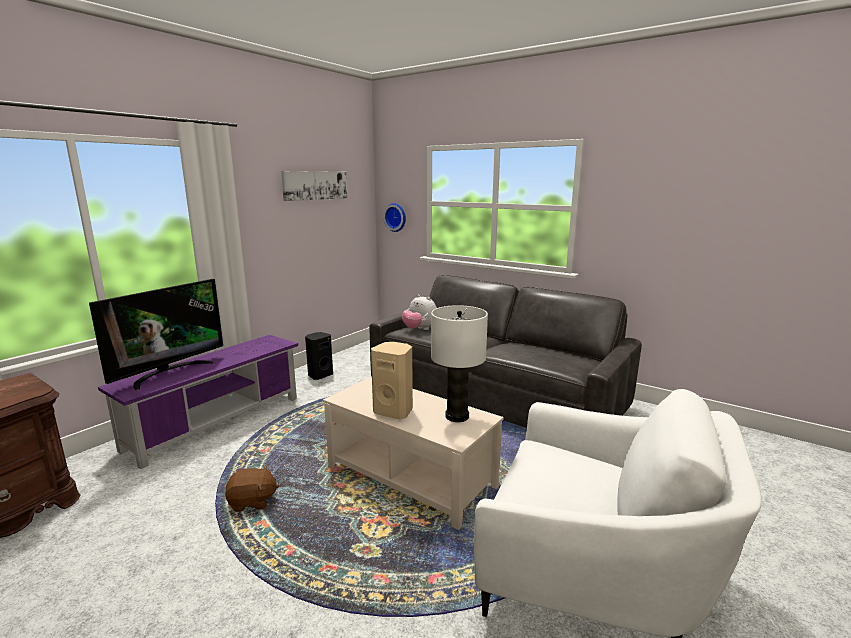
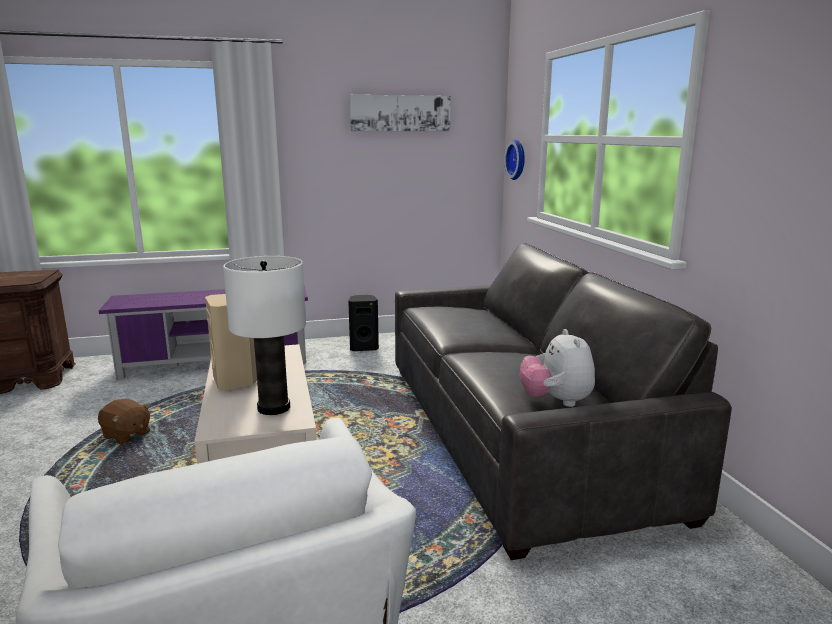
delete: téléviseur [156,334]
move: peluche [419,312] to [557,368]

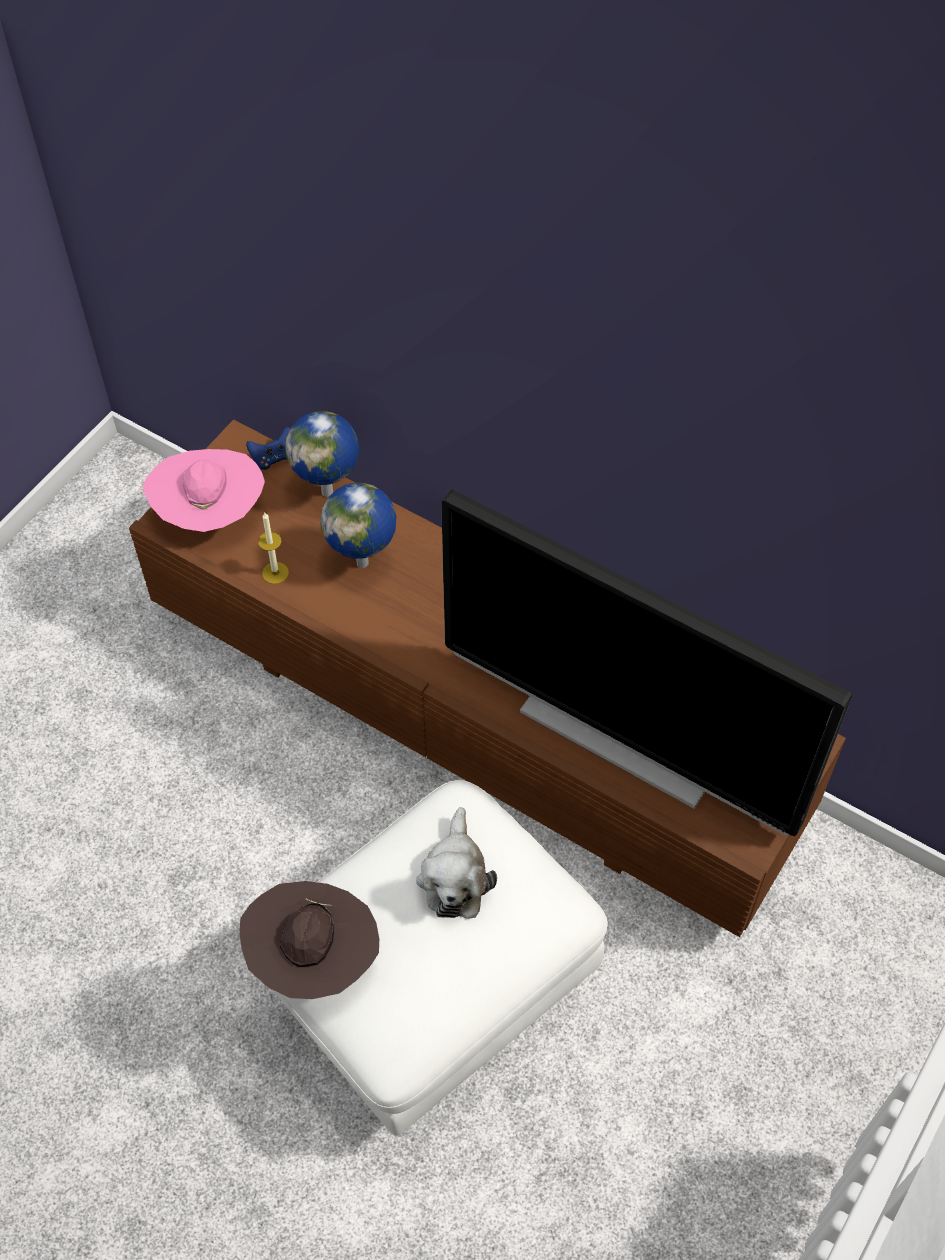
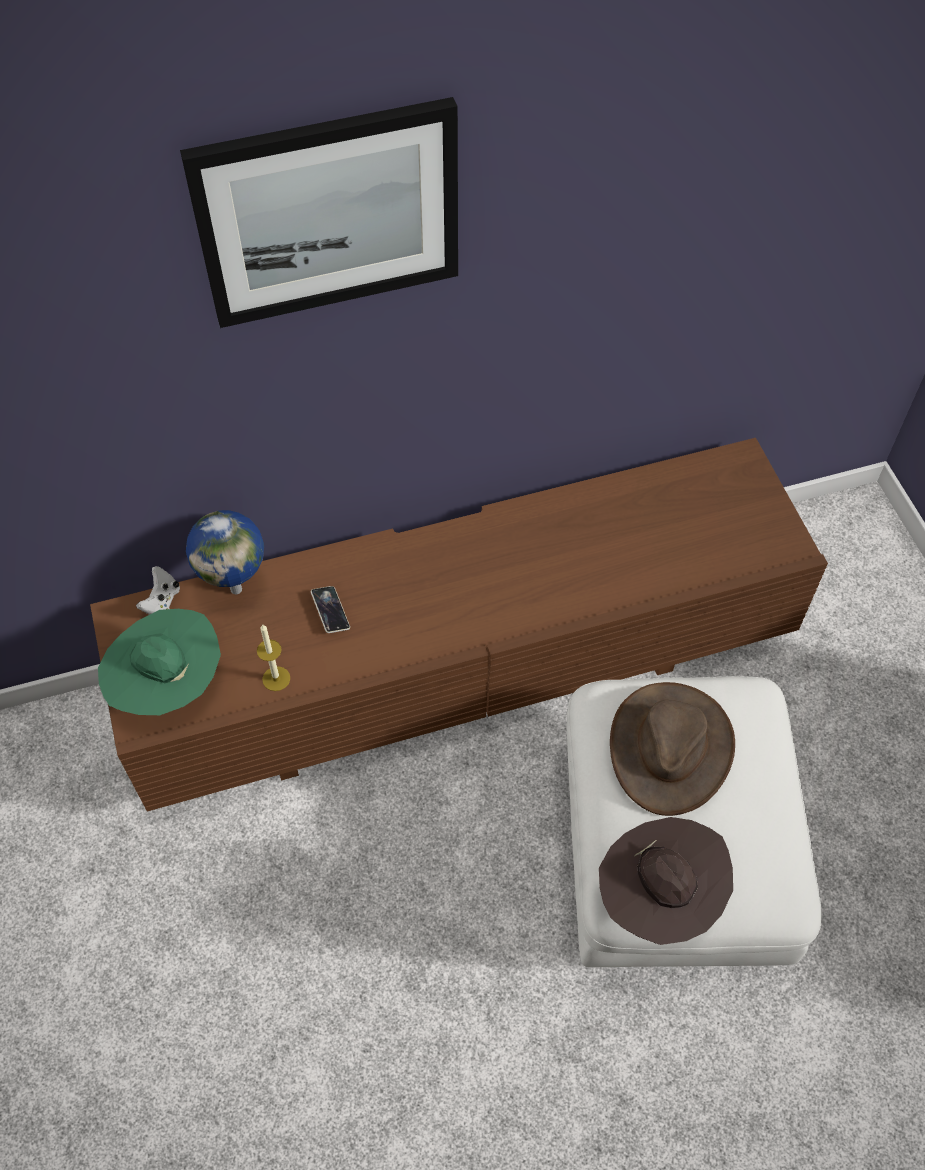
delete: téléviseur [646,662]
insert: tableau [319,212]
replace: globe [358,525] to téléphone [330,609]; peluche [456,863] to chapeau (marron) [672,749]
recolor: chapeau (rose) [204,490] to chapeau (vert) [159,662]; manette (bleu) [268,448] to manette (blanc) [158,590]

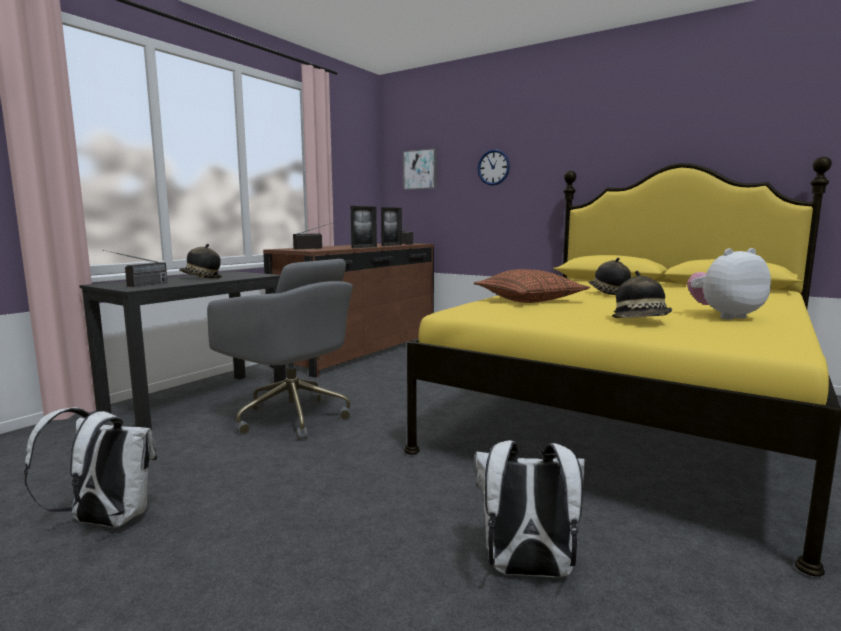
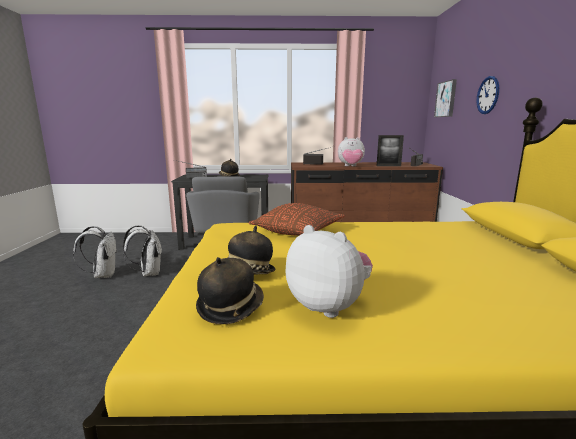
move: sac à dos (blanc) [530,508] to [142,250]; chapeau [610,276] to [230,290]
replace: cadre photo [364,227] to peluche [351,151]

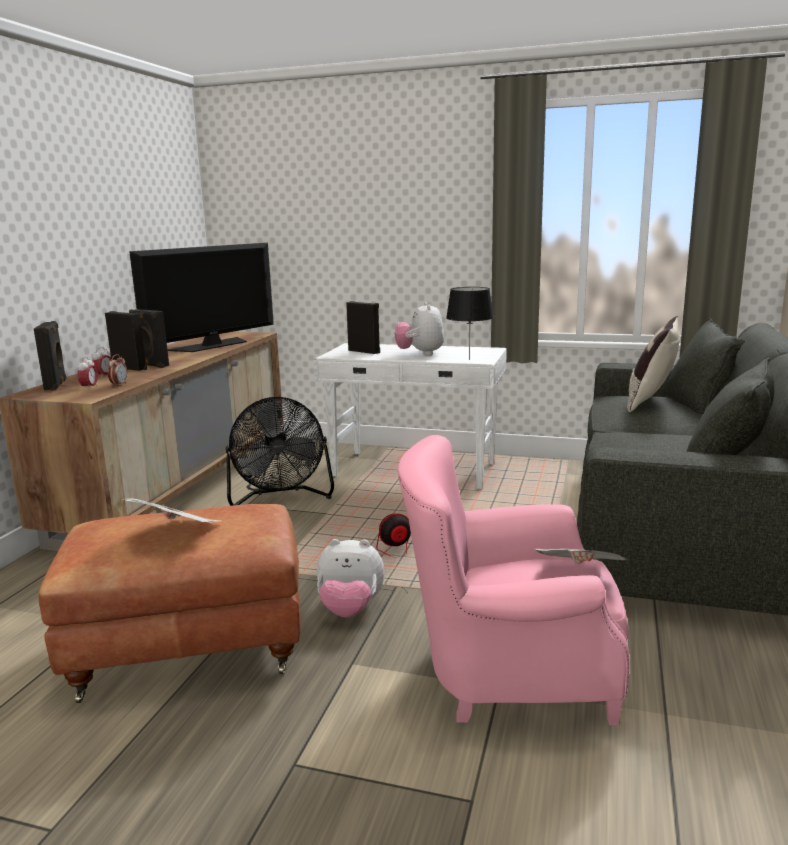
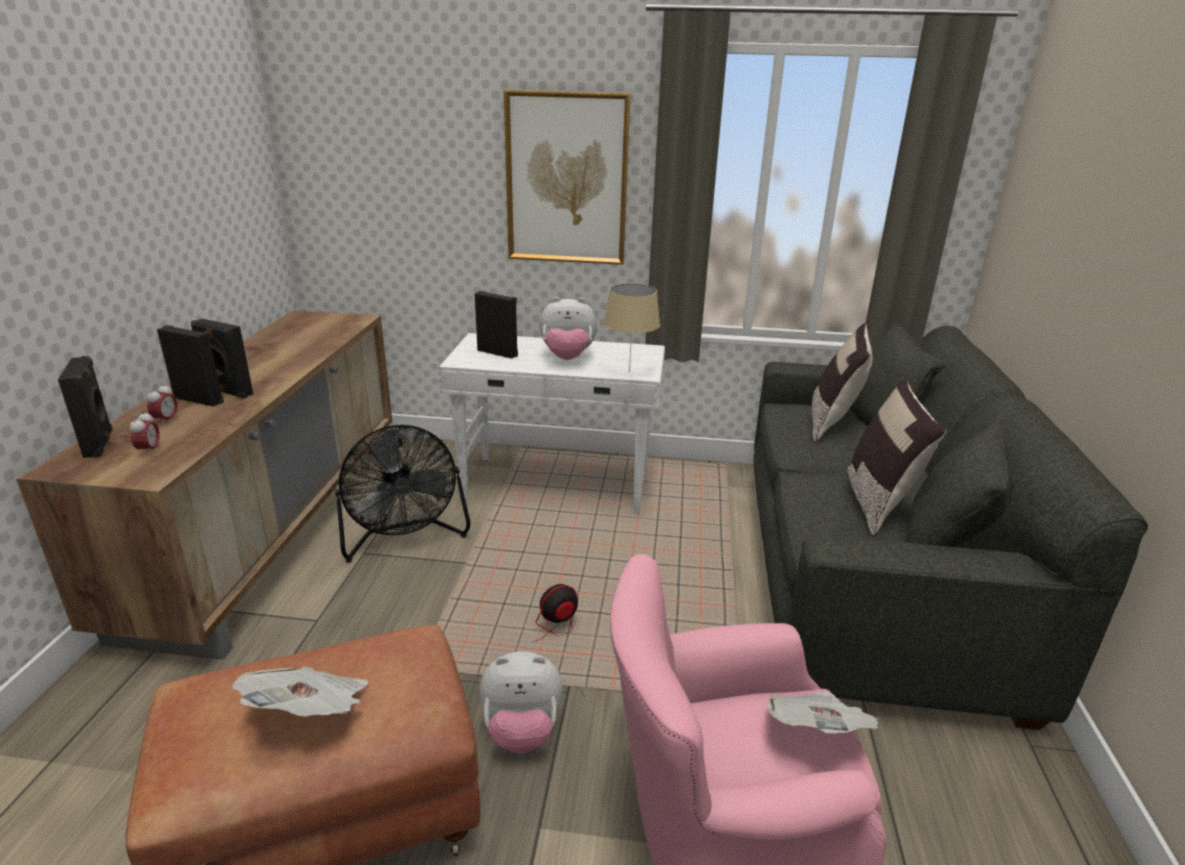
delete: réveil [118,370]; téléviseur [201,297]
insert: tableau [567,177]; coussin [896,456]
recolor: lampe de table (noir) [470,323] to lampe de table (beige) [631,327]
rotate: peluche [420,328] = [568,328] 75 degrees counterclockwise

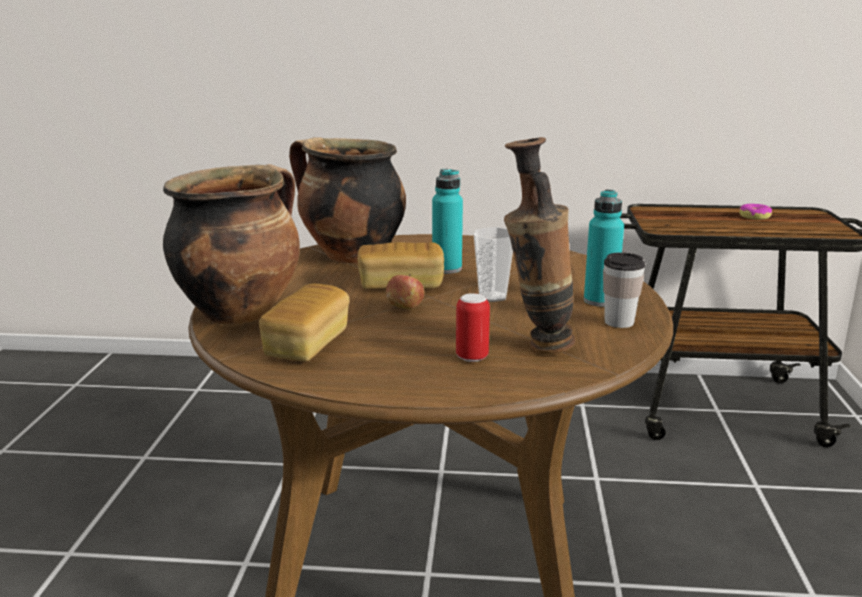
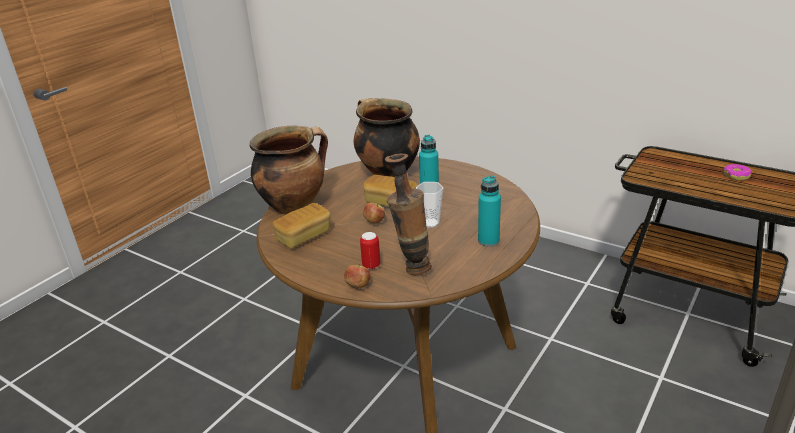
delete: tasse [624,290]
insert: pomme [357,276]

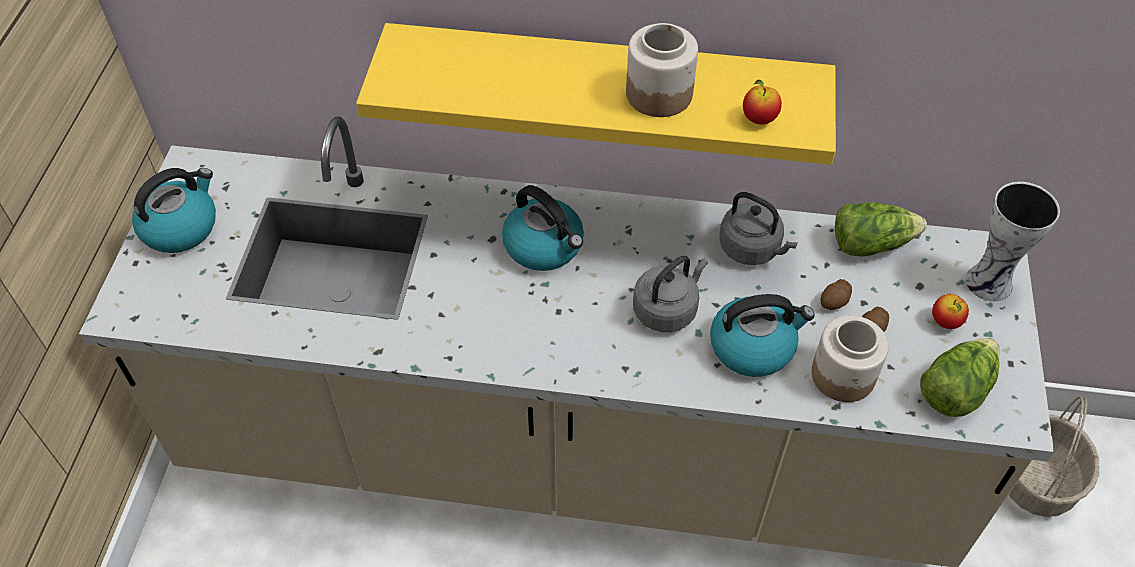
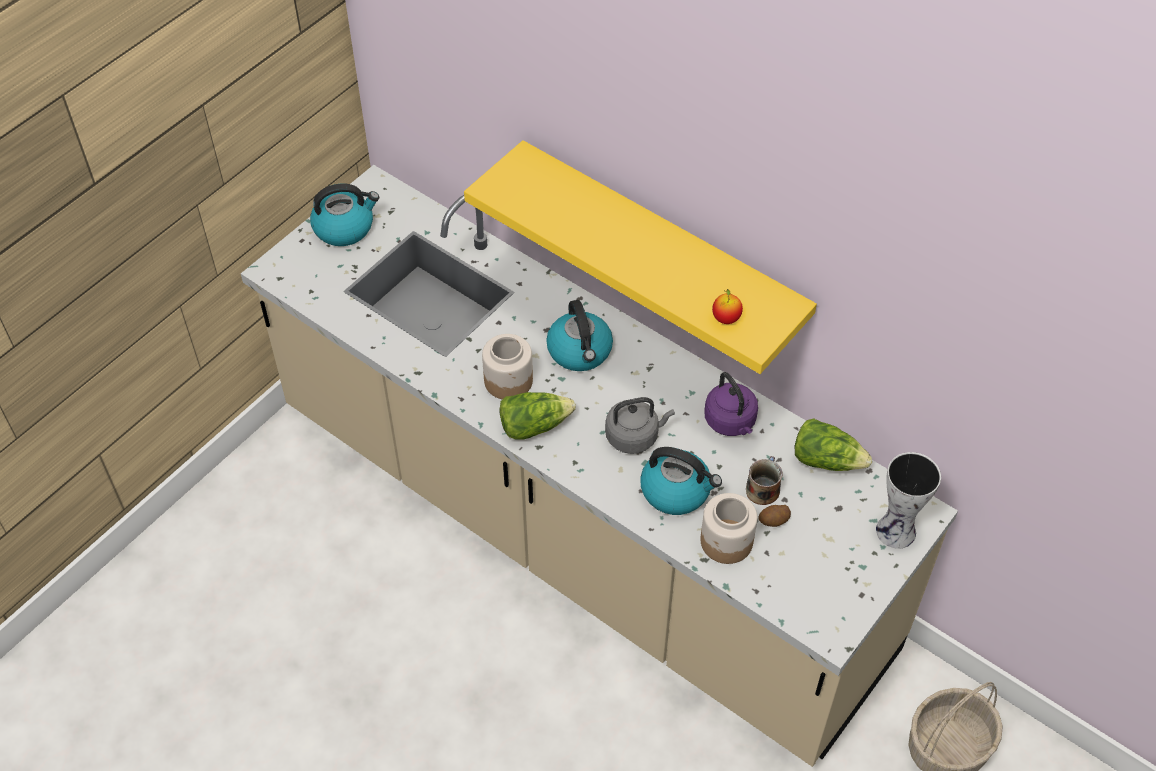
delete: pomme [950,311]
move: bocal [662,70] to [507,366]; laitue [960,377] to [537,416]
replace: pomme de terre [836,294] to mug [764,480]
recolor: bouilloire (gris) [758,228] to bouilloire (violet) [731,404]

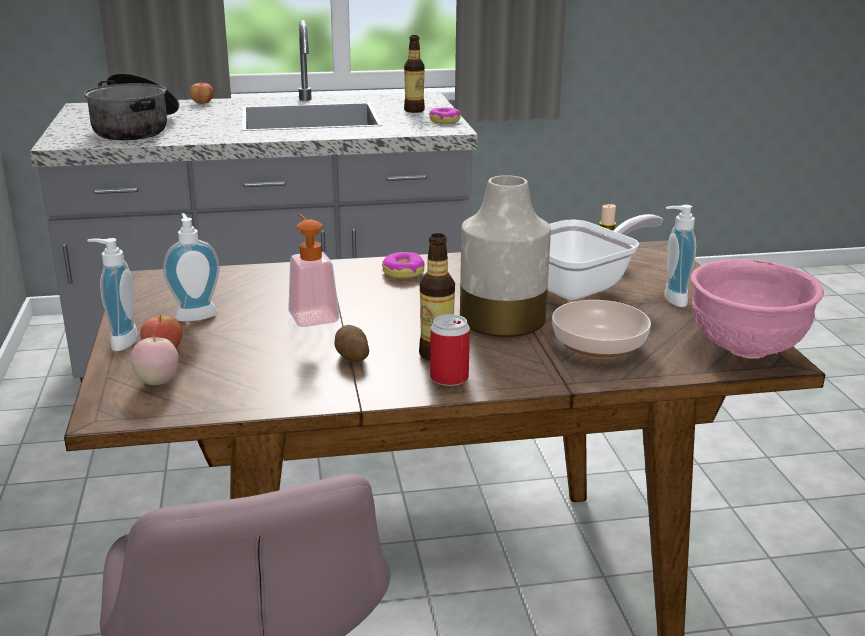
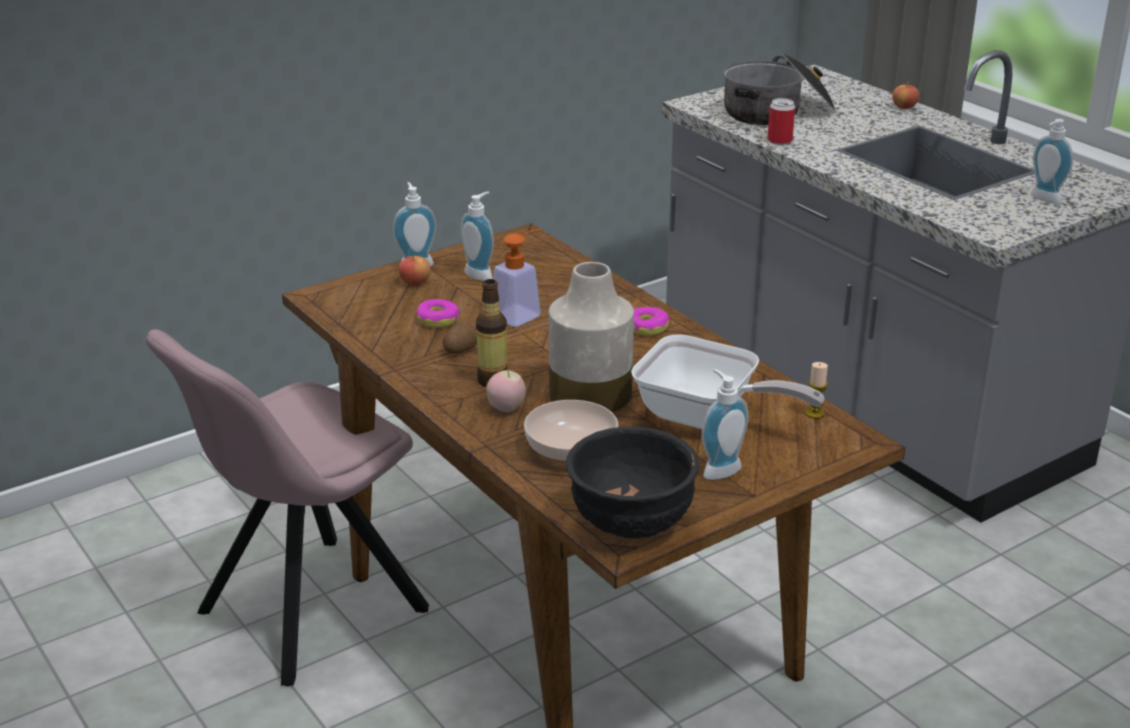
move: pomme [154,359] to [506,391]; beignet [445,116] to [438,313]; boîte métallique [450,350] to [781,121]
replace: bouteille [414,74] to distributeur de savon [1052,161]
recolor: bol (rose) [757,309] to bol (noir) [632,482]

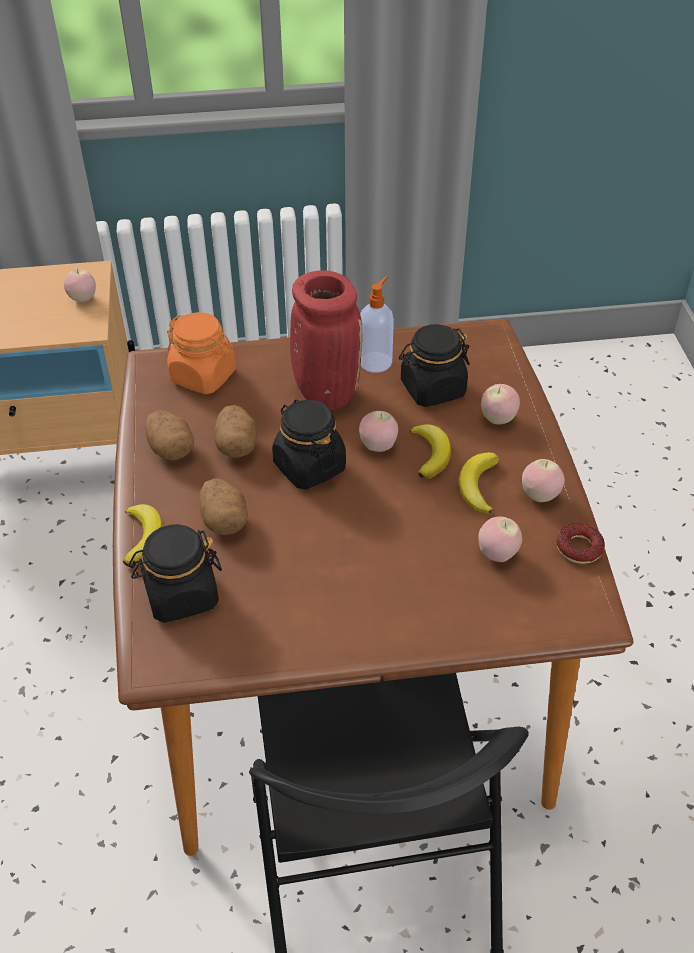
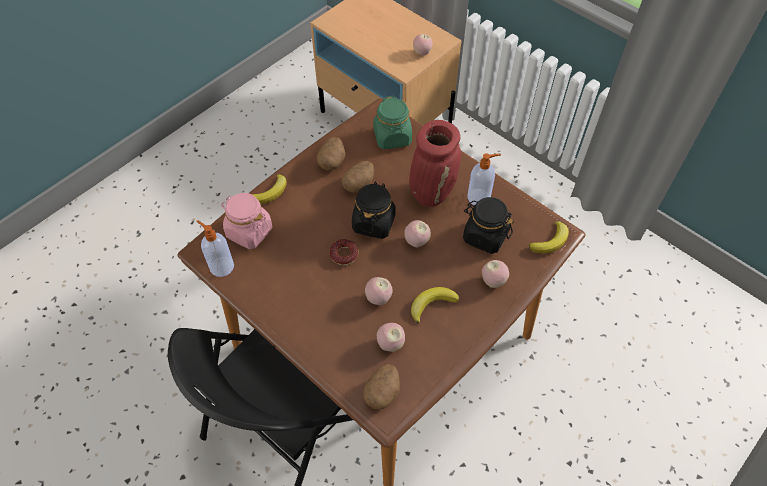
insert: distributeur de savon [215,248]
move: pomme de terre [223,506] to [381,387]; banane [430,451] to [549,237]; pomme [543,480] to [379,291]; beignet [580,543] to [344,252]
recolor: bocal (noir) [175,573] to bocal (rose) [246,221]; bocal (orange) [201,353] to bocal (vert) [392,122]

